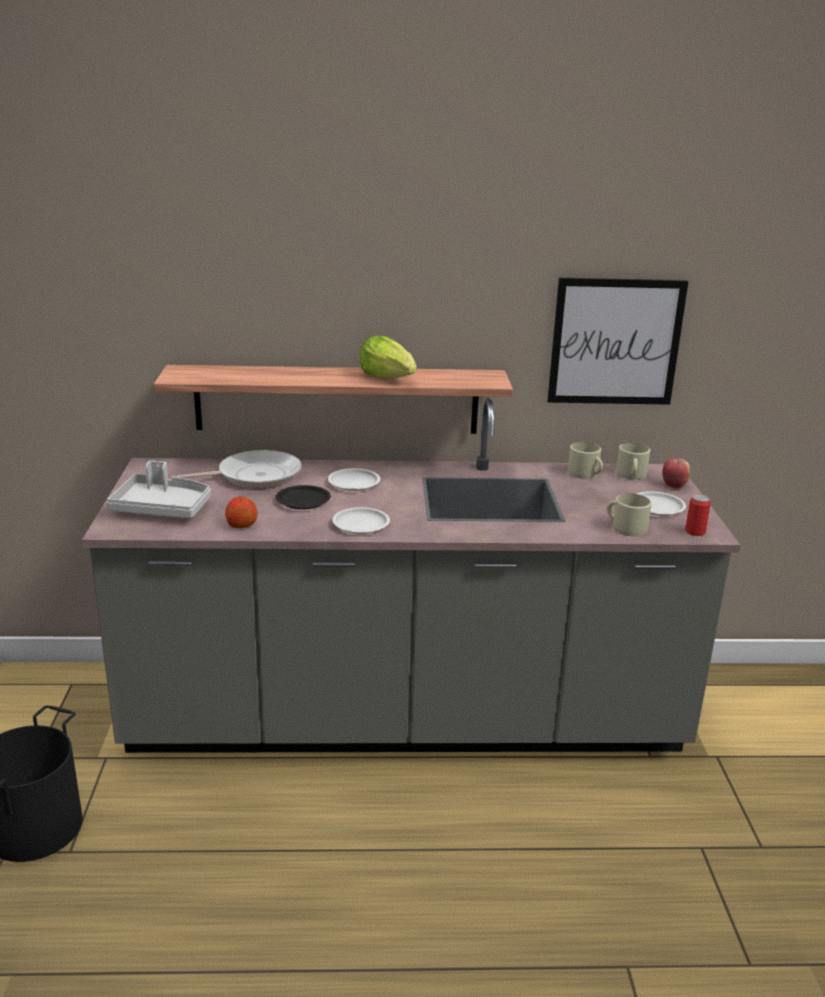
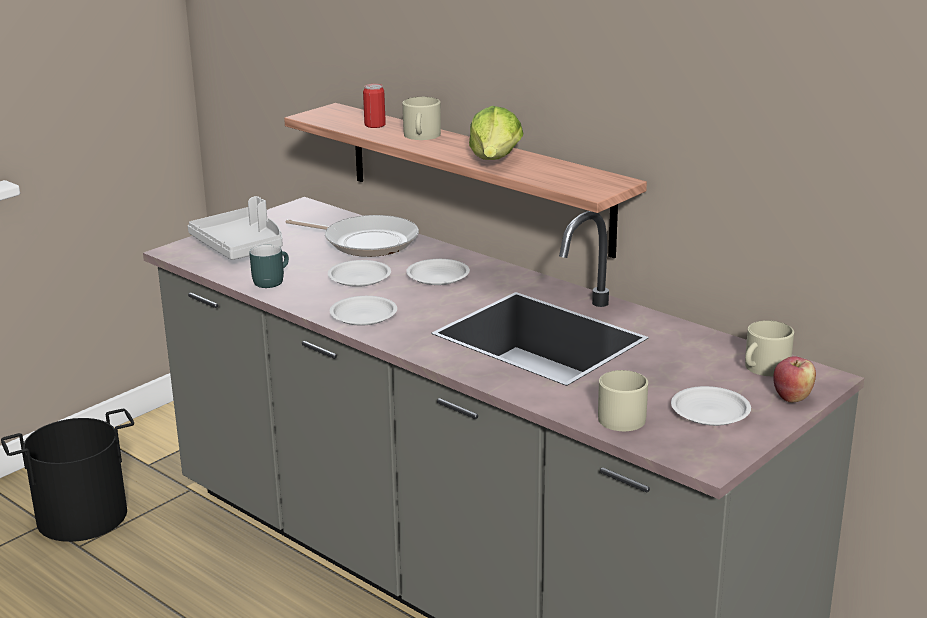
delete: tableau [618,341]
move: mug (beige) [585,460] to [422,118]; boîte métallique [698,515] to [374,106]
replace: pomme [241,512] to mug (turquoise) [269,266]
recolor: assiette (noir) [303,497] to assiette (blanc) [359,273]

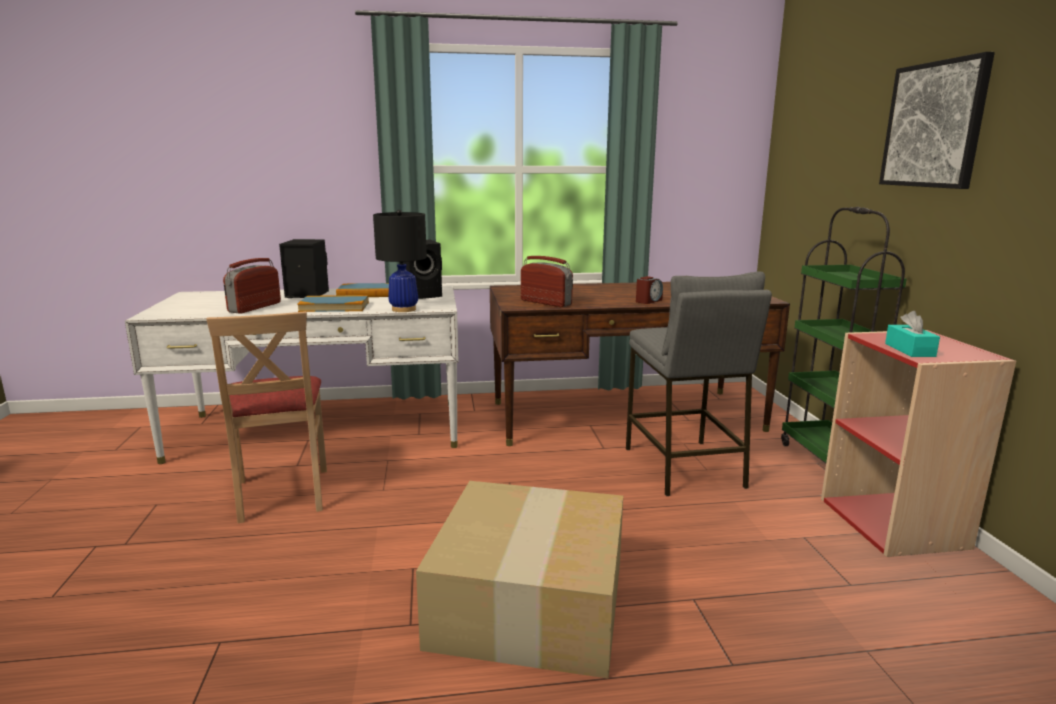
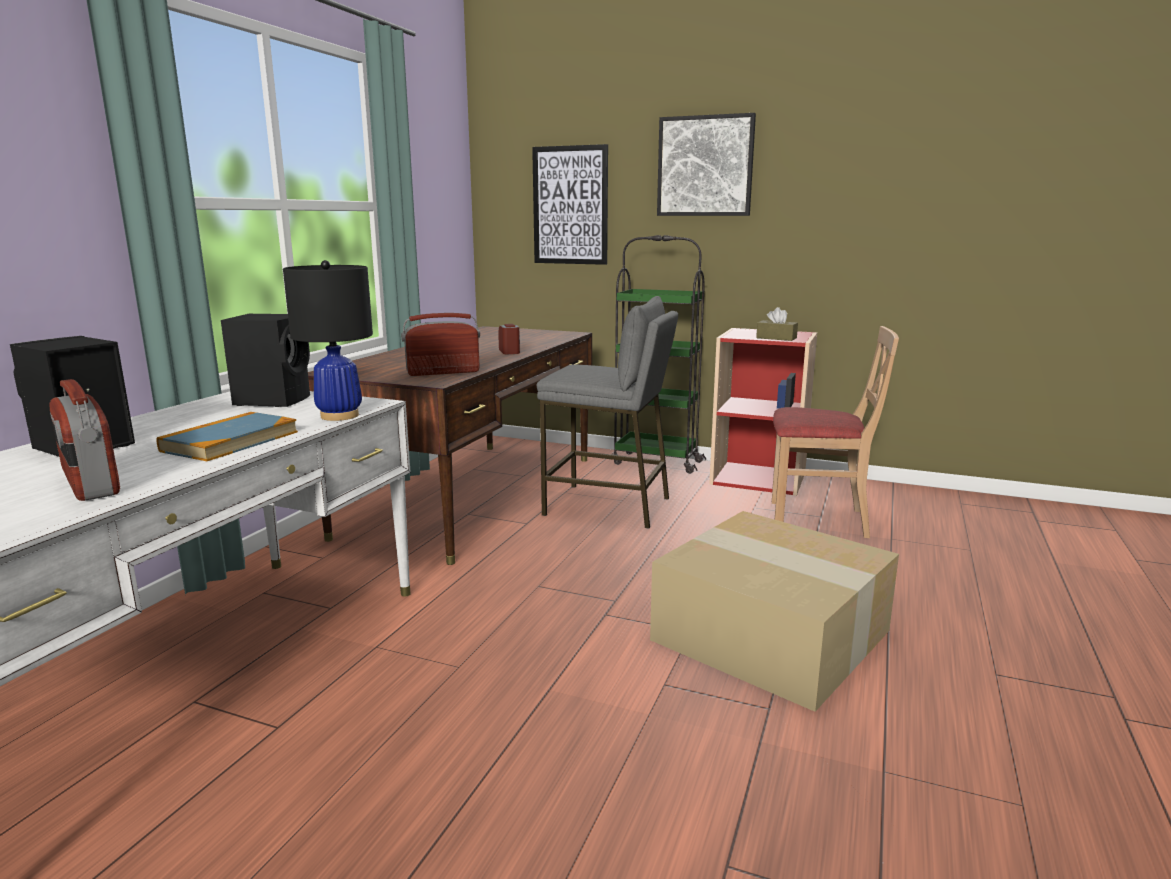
delete: livre [362,290]
insert: tableau [570,204]
move: chaise (beige) [266,417] to [835,432]
recolor: boîte à mouchoirs (turquoise) [912,334] to boîte à mouchoirs (marron) [777,324]

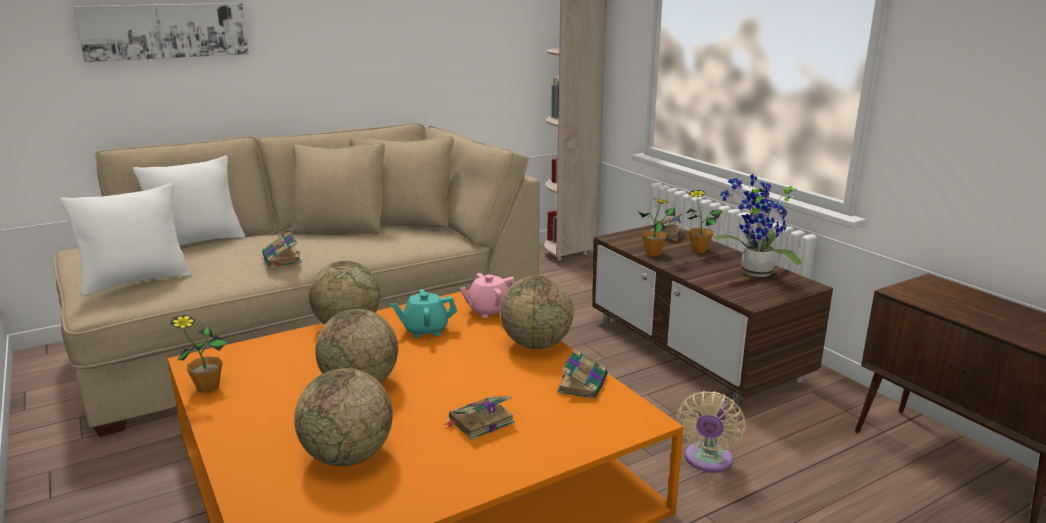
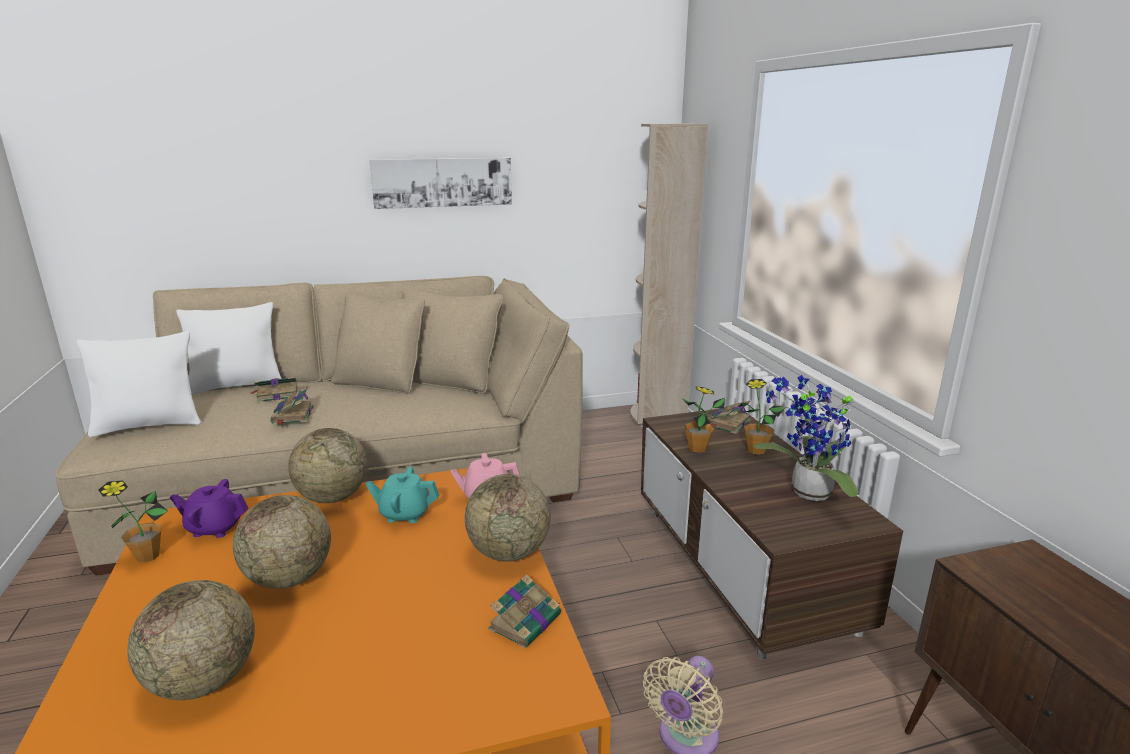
insert: théière (violet) [209,508]
move: tableau [161,32] to [441,183]; livre [479,418] to [273,389]

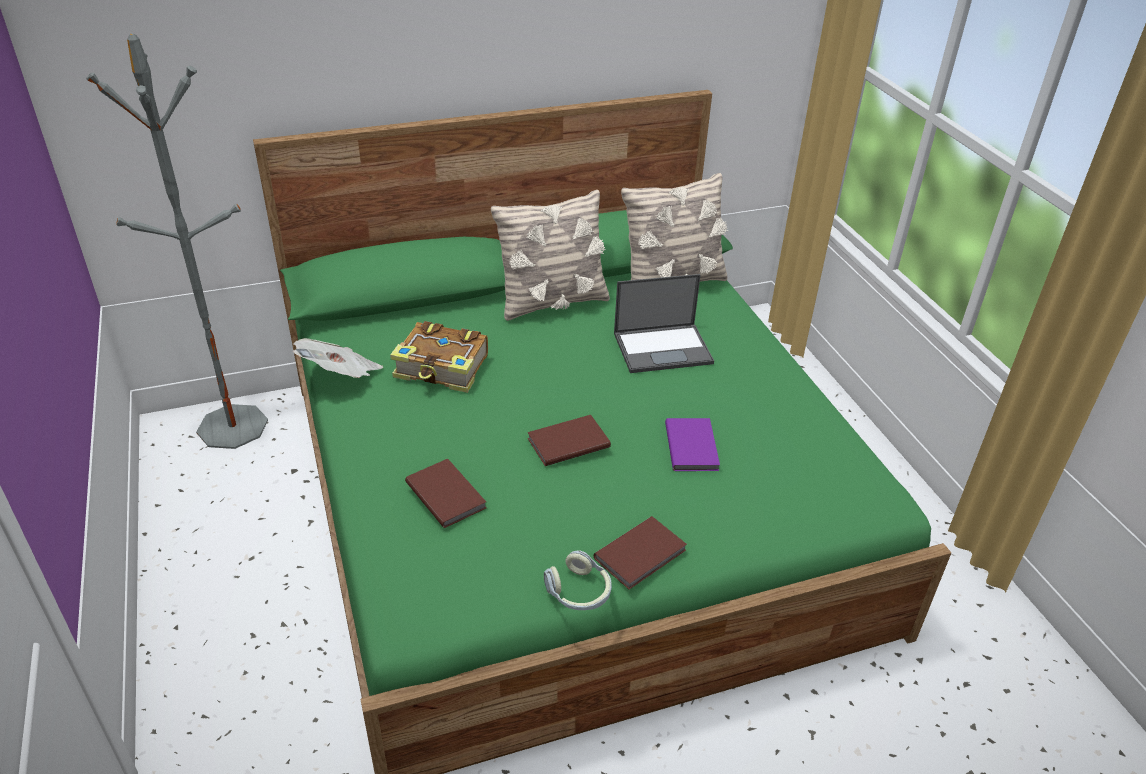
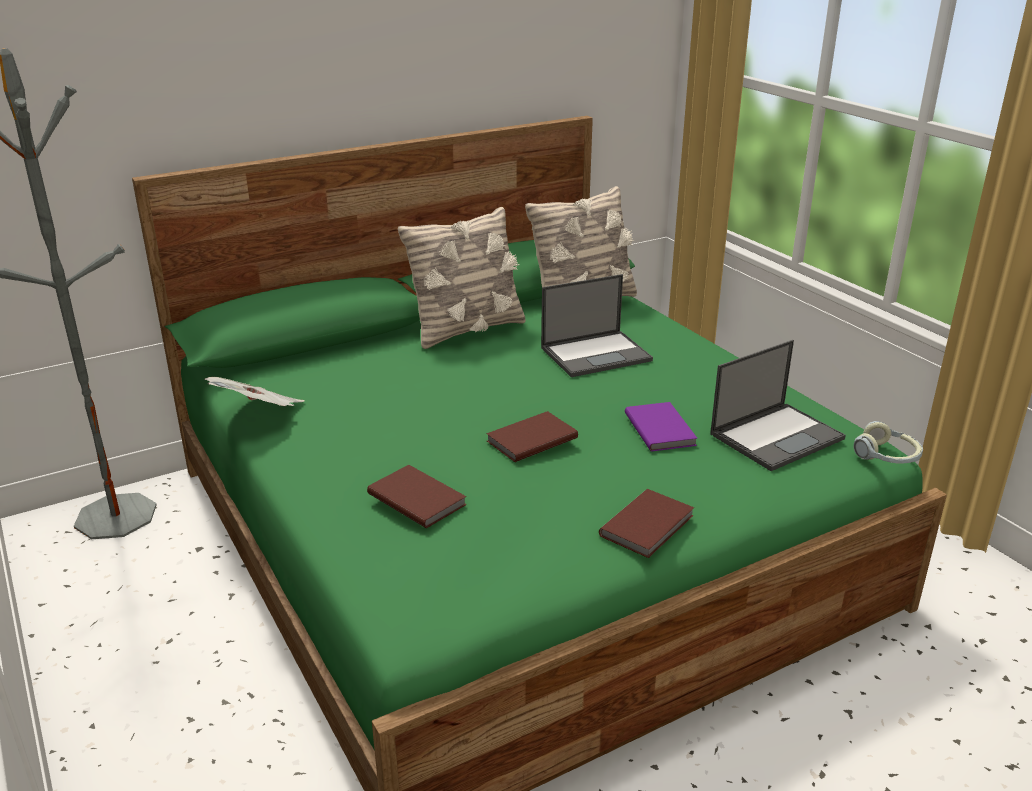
delete: livre [439,357]
insert: ordinateur portable [778,405]
move: casque audio [578,580] to [888,442]

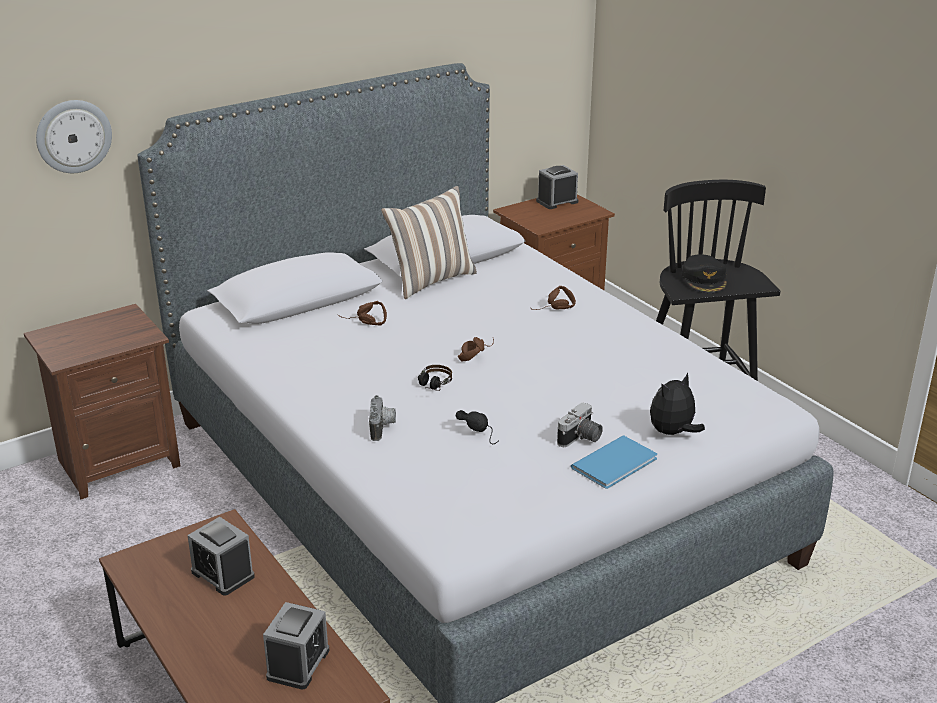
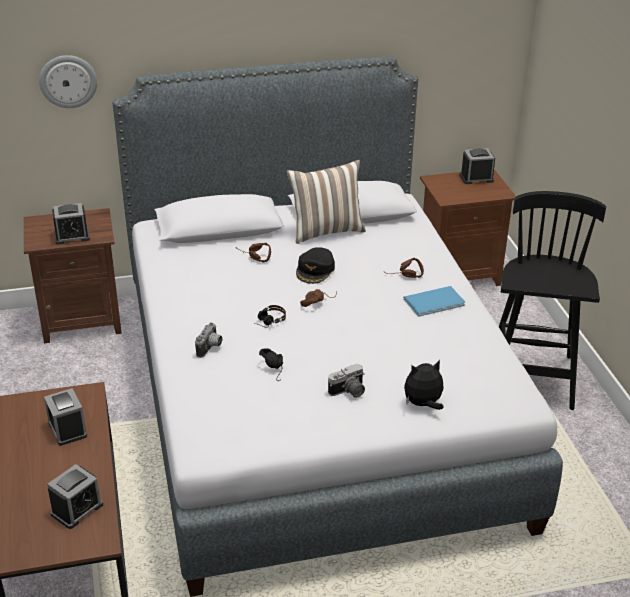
insert: réveil [71,224]
move: livre (bleu) [614,462] to [434,301]; casquette (noir) [704,273] to [315,265]

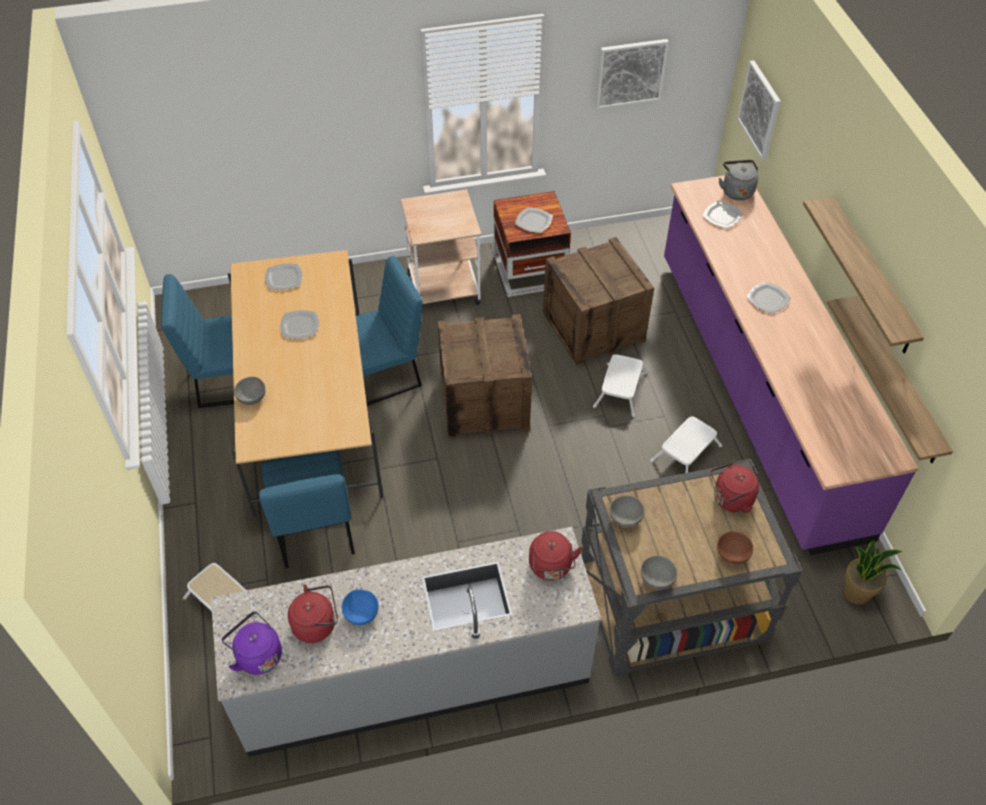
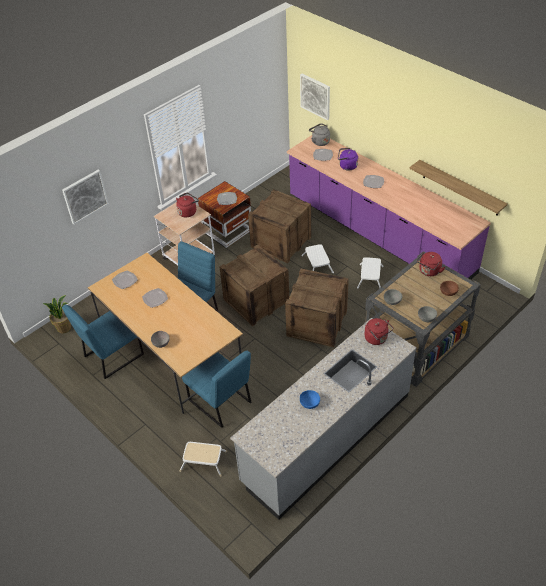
delete: étagère [863,274]
insert: caisse [317,308]
move: bouilloire (violet) [252,643] to [348,159]; bouilloire (rouge) [313,613] to [187,205]; tableau [632,74] to [85,197]; plante en pot [872,572] to [57,314]

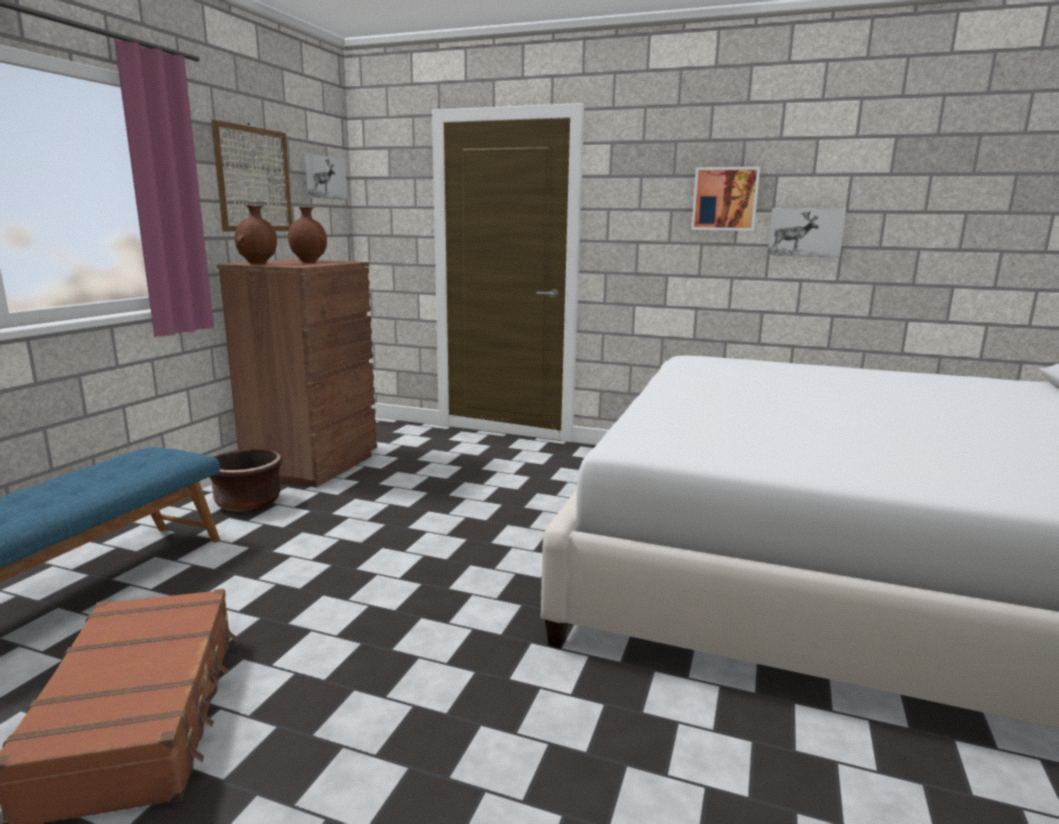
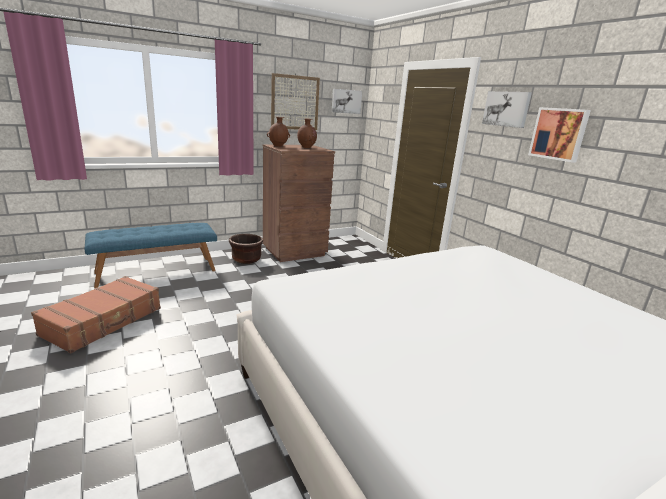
move: tableau [806,232] to [507,109]

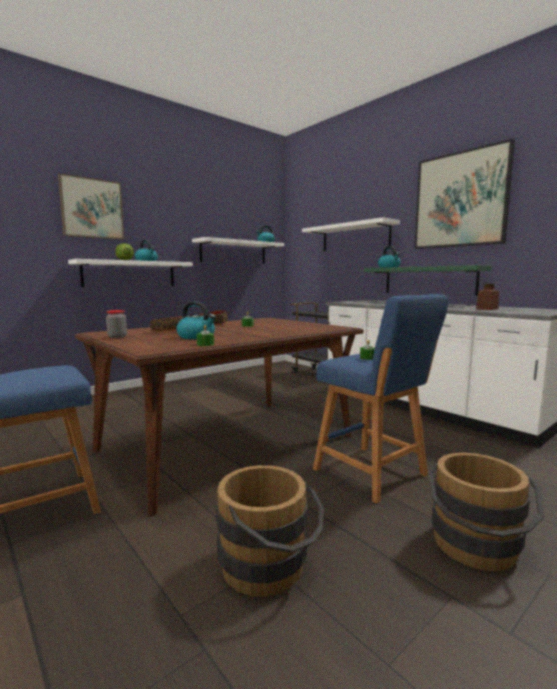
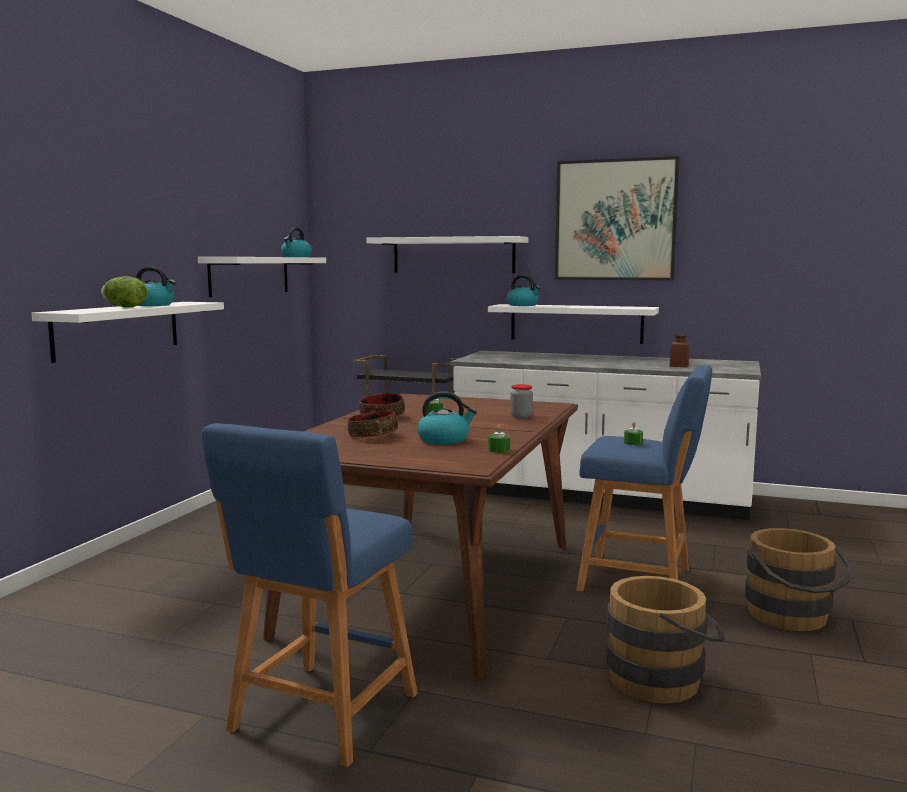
delete: tableau [91,206]
move: bocal [116,324] to [521,401]
recolor: étagère (vert) [428,280] to étagère (blanc) [573,324]

